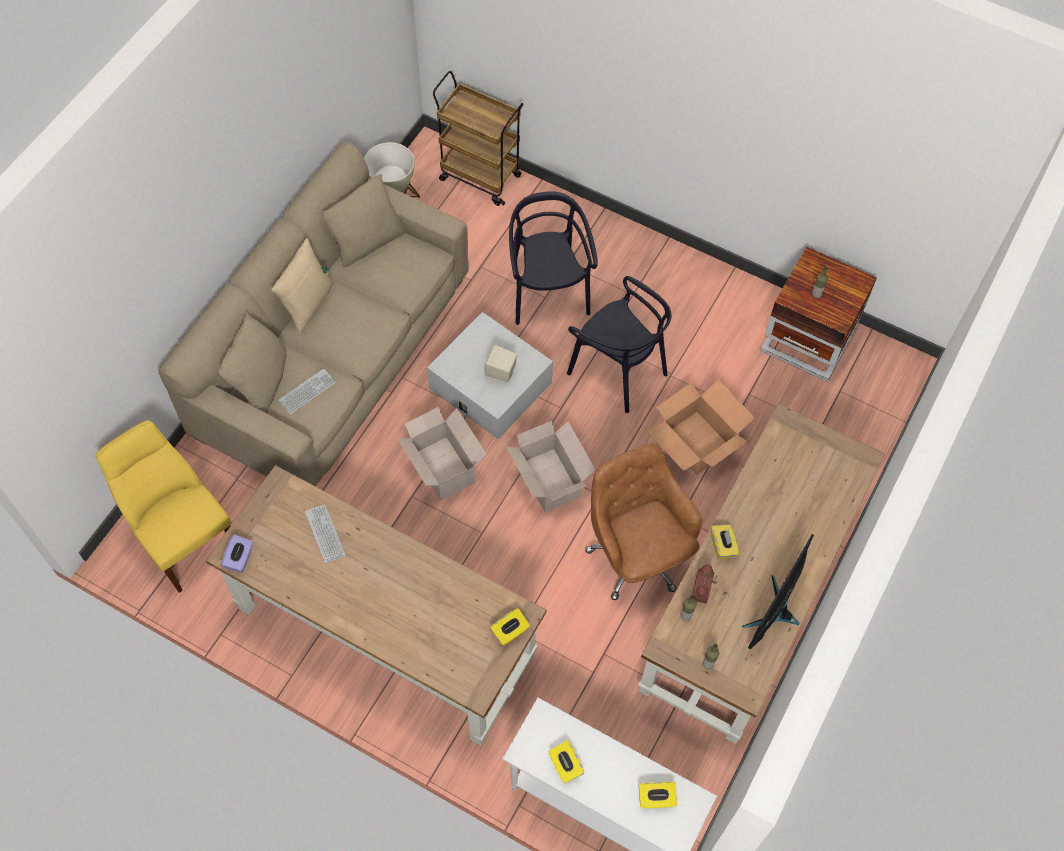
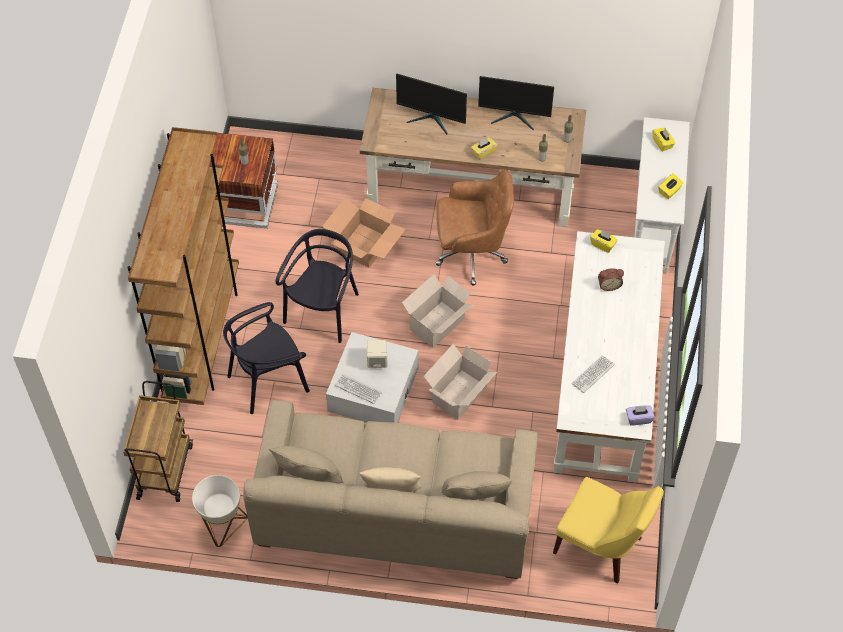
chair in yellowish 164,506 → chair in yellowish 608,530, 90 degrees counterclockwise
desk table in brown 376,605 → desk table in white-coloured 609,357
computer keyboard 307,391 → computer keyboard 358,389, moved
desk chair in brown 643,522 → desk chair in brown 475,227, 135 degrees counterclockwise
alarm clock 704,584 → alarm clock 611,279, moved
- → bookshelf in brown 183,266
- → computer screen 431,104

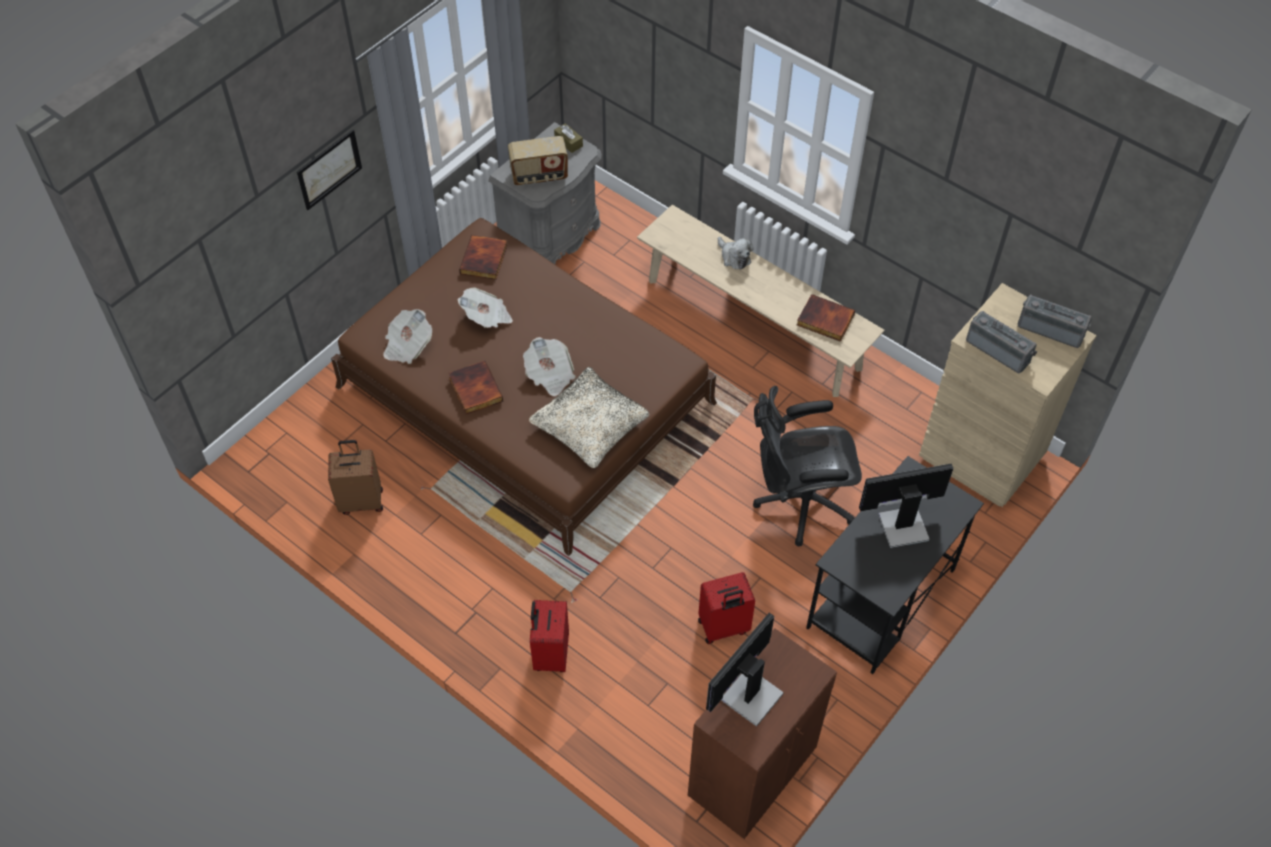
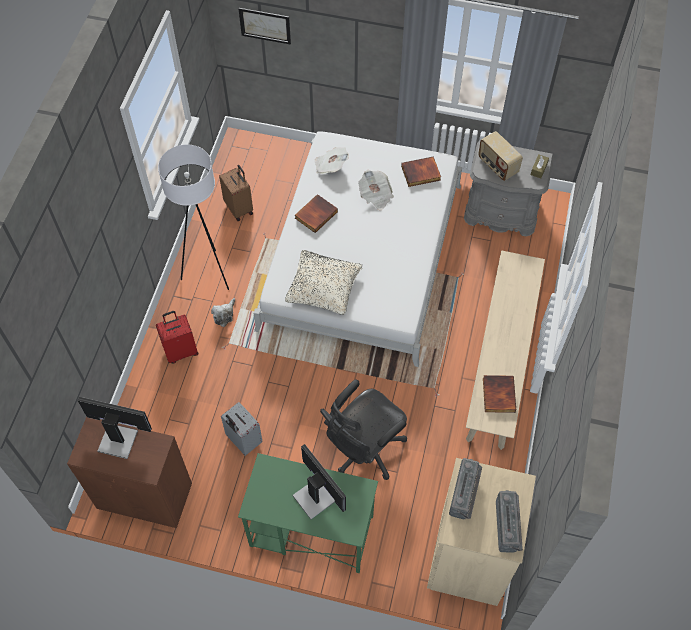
wall art 329,169 → wall art 264,26, moved
bedroom bed in brown 524,387 → bedroom bed in white-coloured 358,249
daily paper 549,366 → -
suitcase in red-coloured 726,608 → suitcase in grey 242,429
plush toy 735,253 → plush toy 223,312, moved
desk chair 807,466 → desk chair 363,430, 105 degrees counterclockwise
desk table in blackish 895,565 → desk table in greenish 308,513
- → standard lamp in white-coloured 193,217

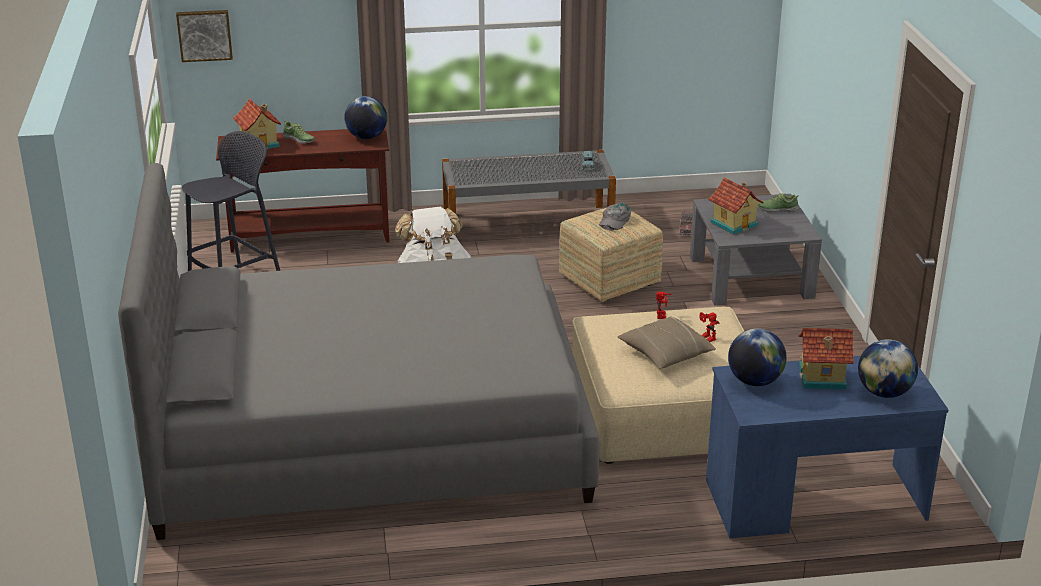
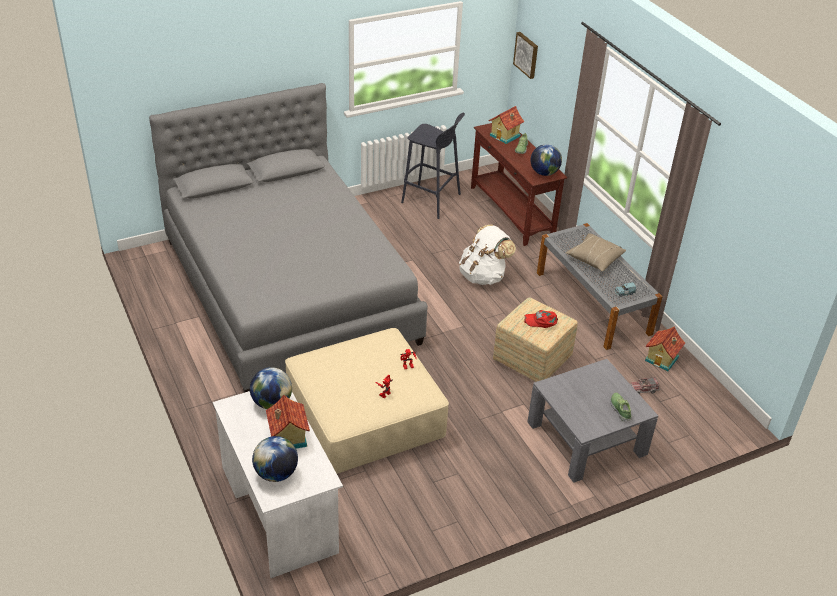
cap in grey 615,216 → cap in red-coloured 541,319
cushion in beige 666,342 → cushion in beige 596,252, moved
desk table in blue-coloured 827,447 → desk table in white-coloured 278,484
model house 736,206 → model house 665,348, moved

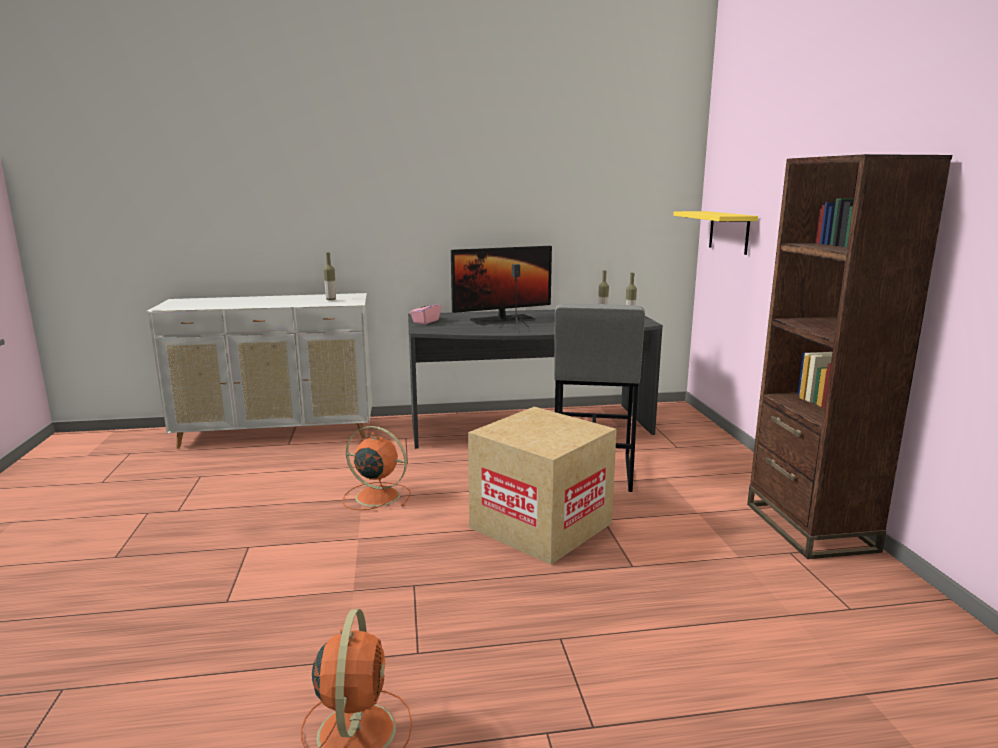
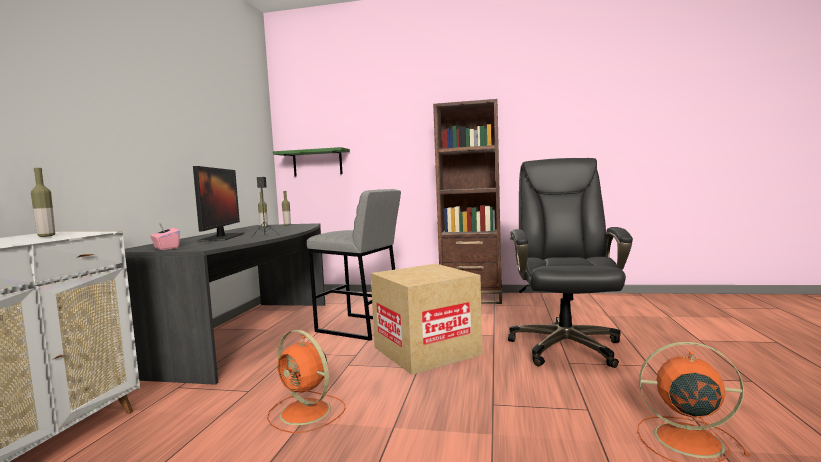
cooling fan in orange 376,468 → cooling fan in orange 306,381, 90 degrees counterclockwise
shelf in yellowish 715,233 → shelf in greenish 311,161
- → desk chair in blackish 570,263

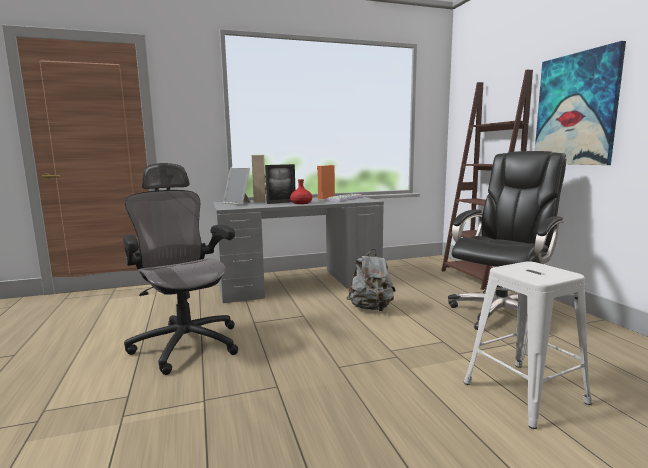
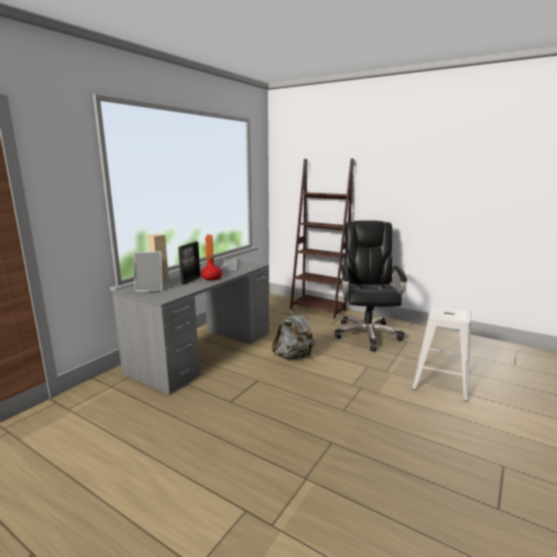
desk chair 180,269 → -
wall art 580,103 → -

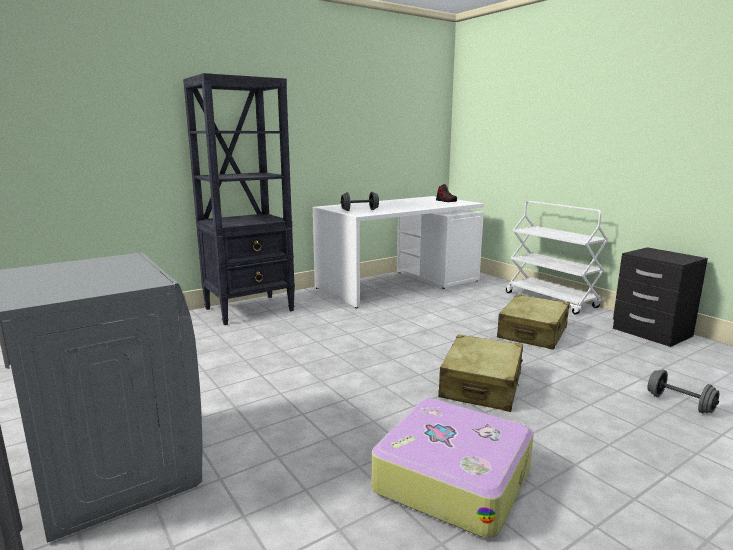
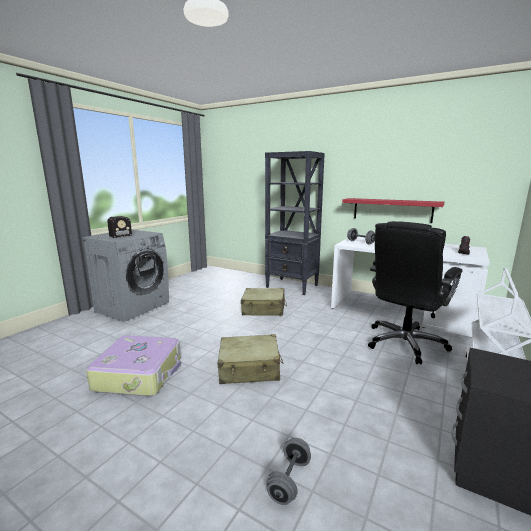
suitcase in beige 533,322 → suitcase in beige 264,302, moved
- → radio 115,227
- → shelf in red-coloured 393,210
- → desk chair in blackish 415,293

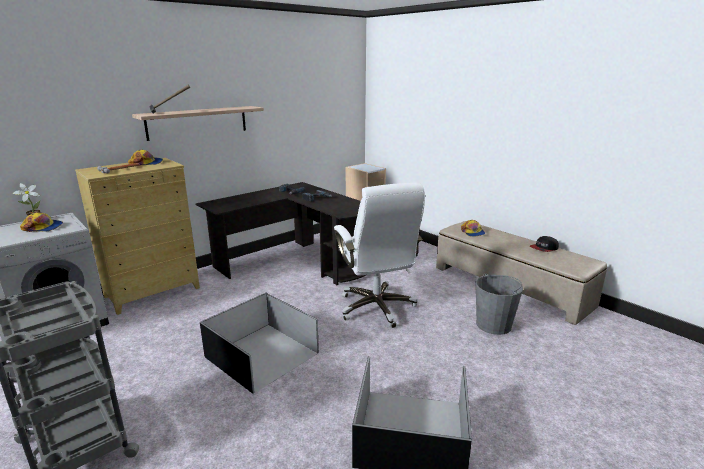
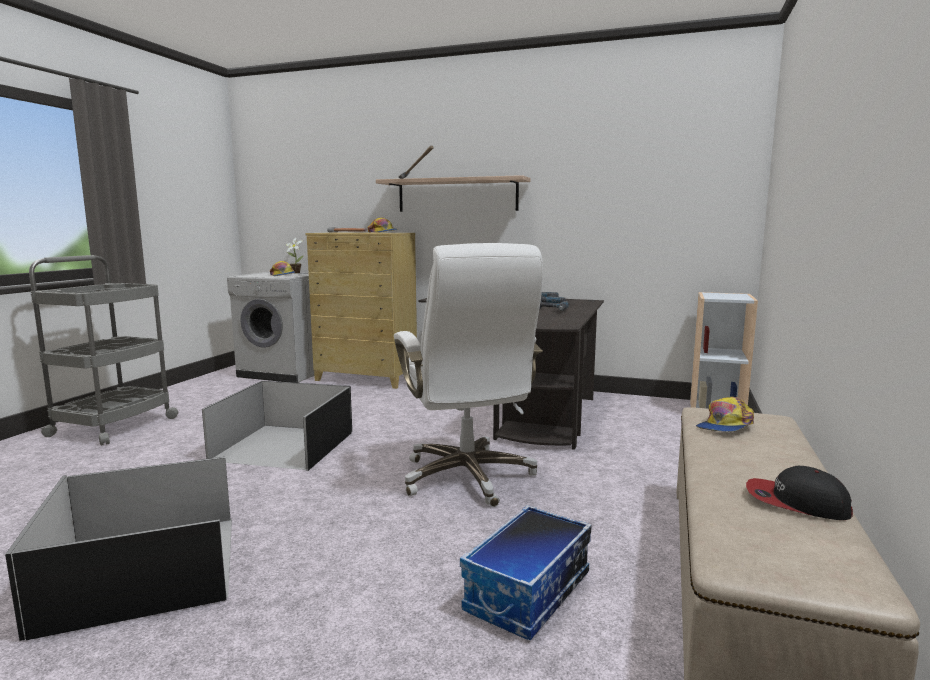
desk chair in white-coloured 379,255 → desk chair in white-coloured 468,375, 60 degrees counterclockwise
bucket in grey 499,304 → storage box 526,572

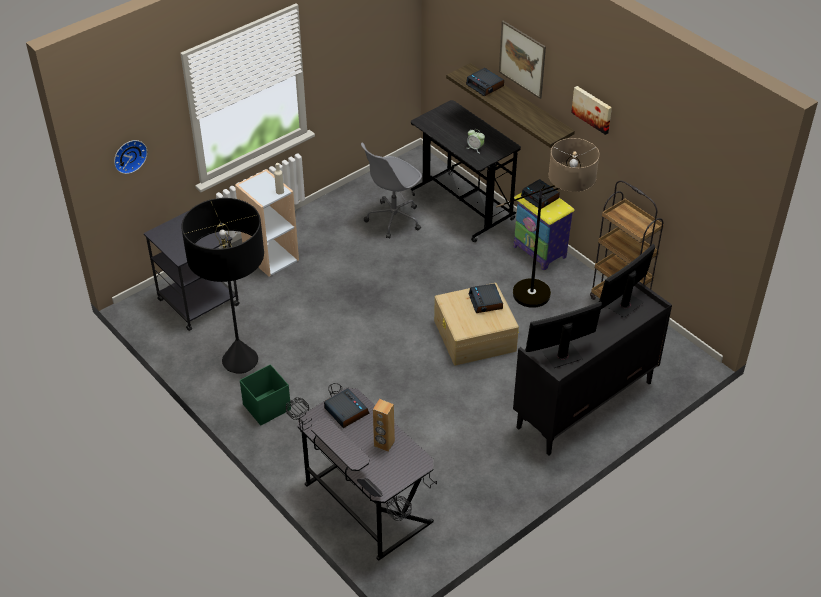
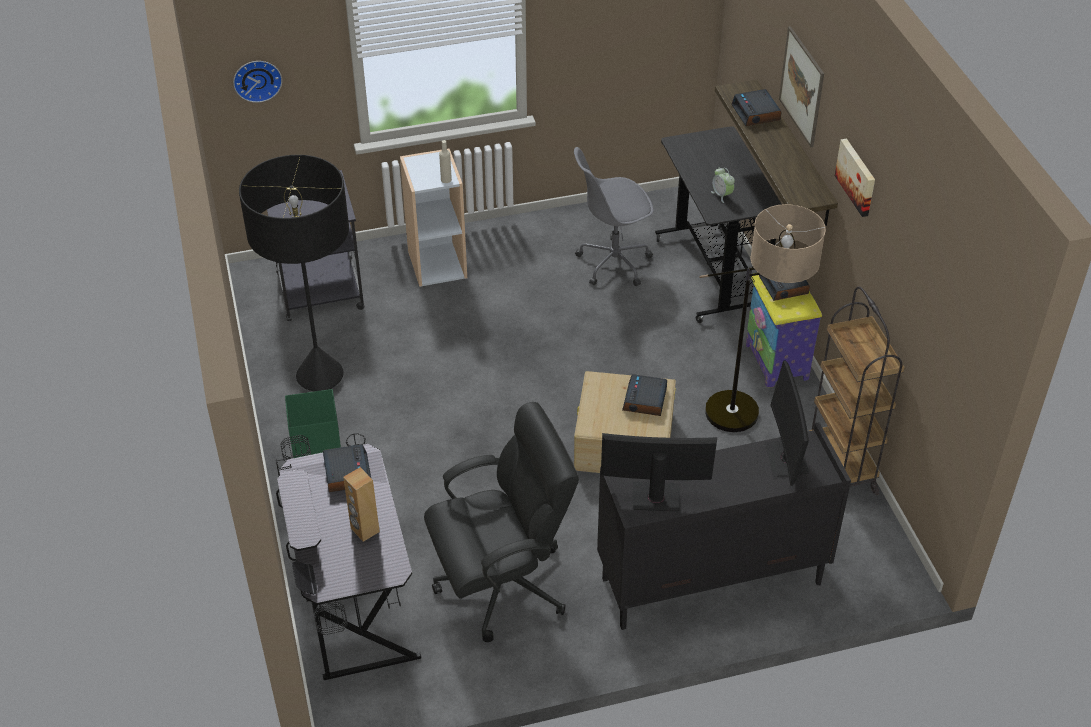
computer screen 627,281 → computer screen 787,423, 75 degrees counterclockwise
- → desk chair in blackish 501,522

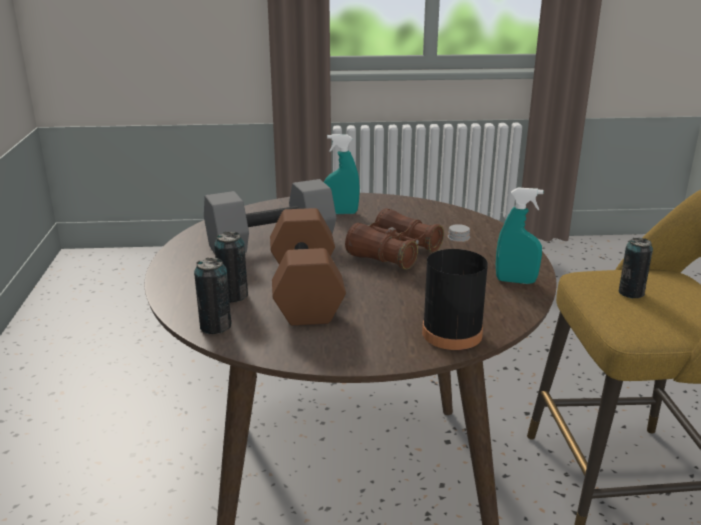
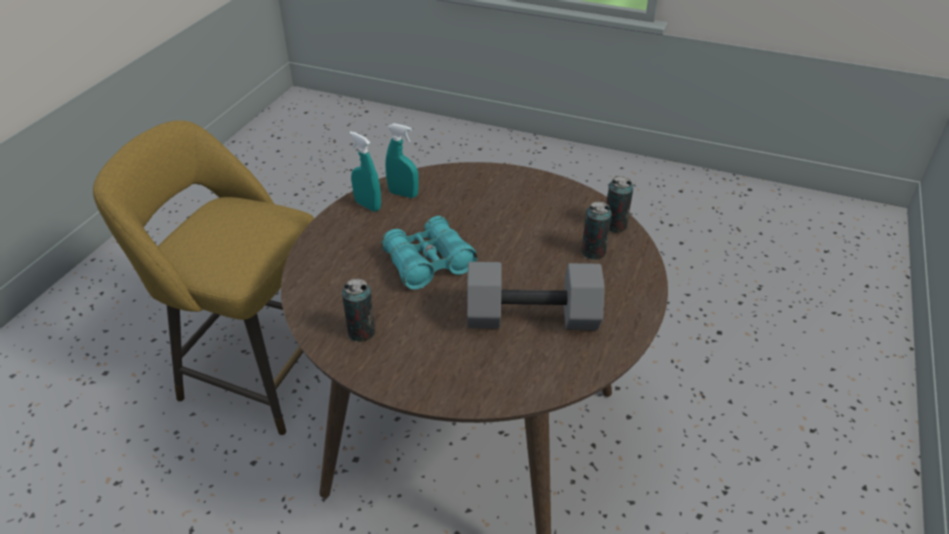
hand weight in brown 308,267 → -
spray bottle in blue-green 342,174 → spray bottle in blue-green 402,160, moved
field glasses in brown 394,239 → field glasses in blue-green 429,253
drink bottle in blackish 455,287 → -
sealed can 636,268 → sealed can 358,310, moved

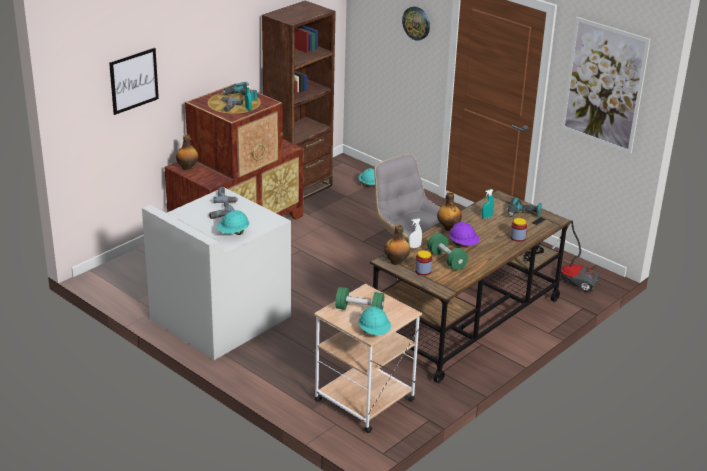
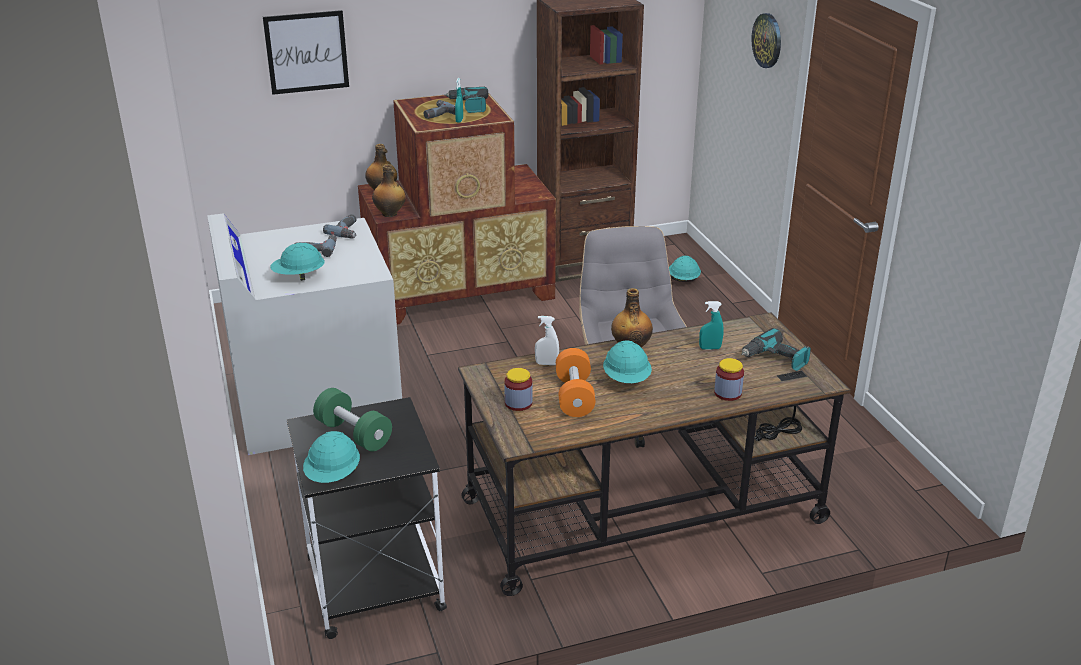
trolley in beige 368,358 → trolley in blackish 366,518
drink bottle 397,244 → drink bottle 389,190, moved
hand weight in greenish 447,251 → hand weight in orange 575,382
work helmet in purple 464,234 → work helmet in blue-green 627,362
vacuum cleaner 561,256 → -
wall art 606,85 → -

